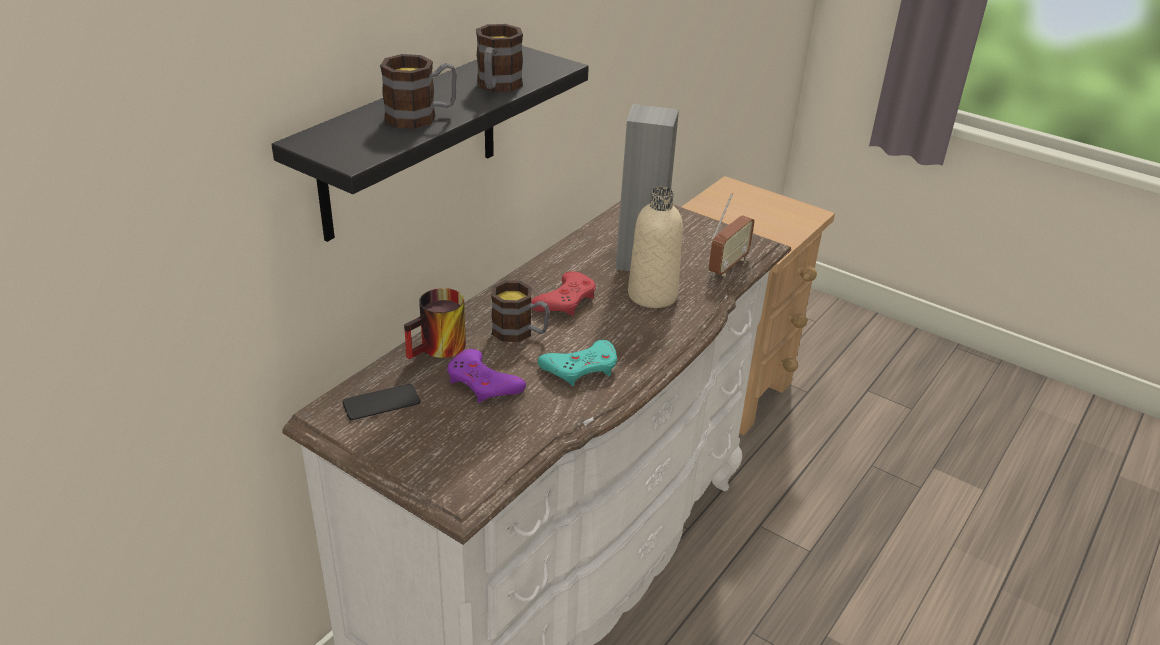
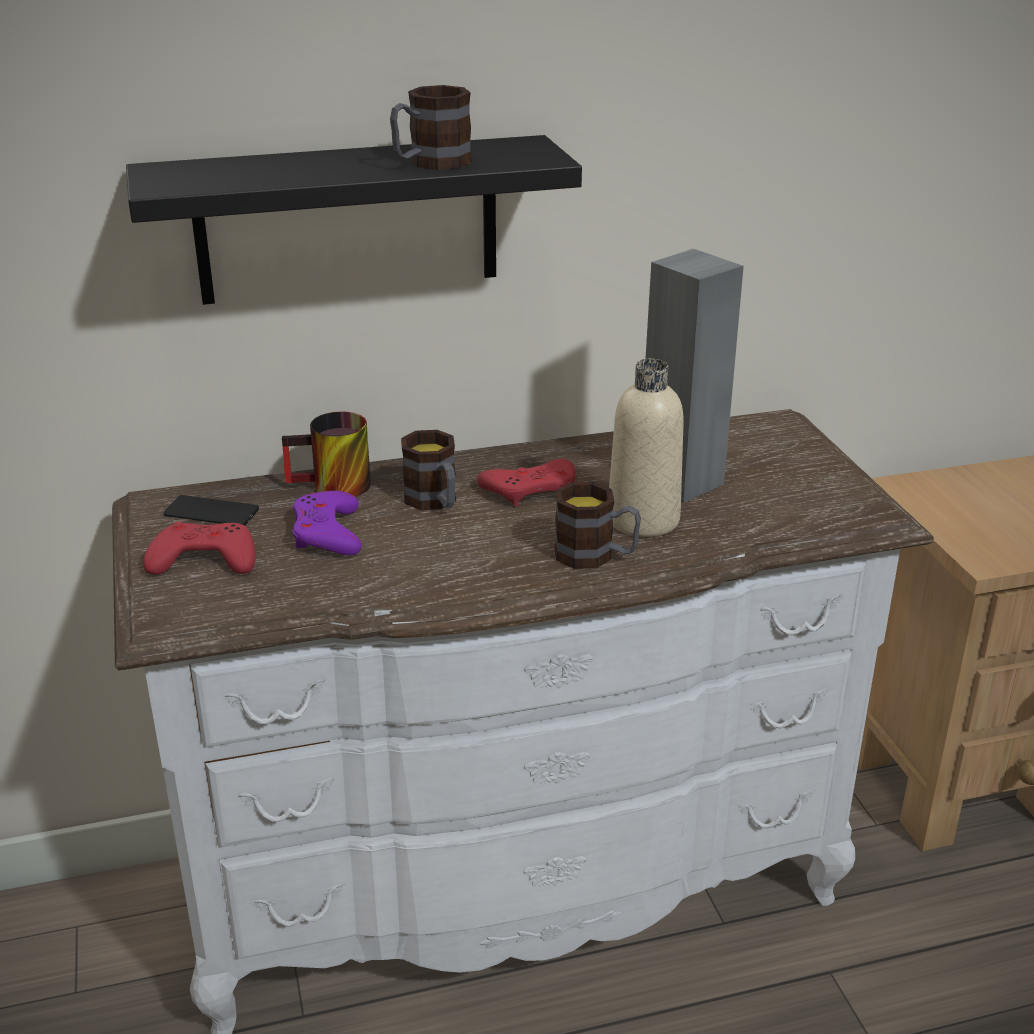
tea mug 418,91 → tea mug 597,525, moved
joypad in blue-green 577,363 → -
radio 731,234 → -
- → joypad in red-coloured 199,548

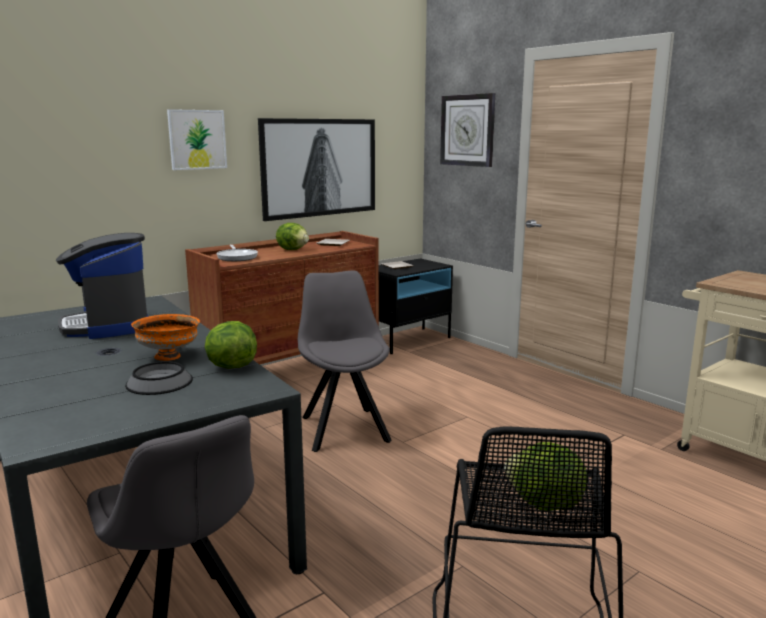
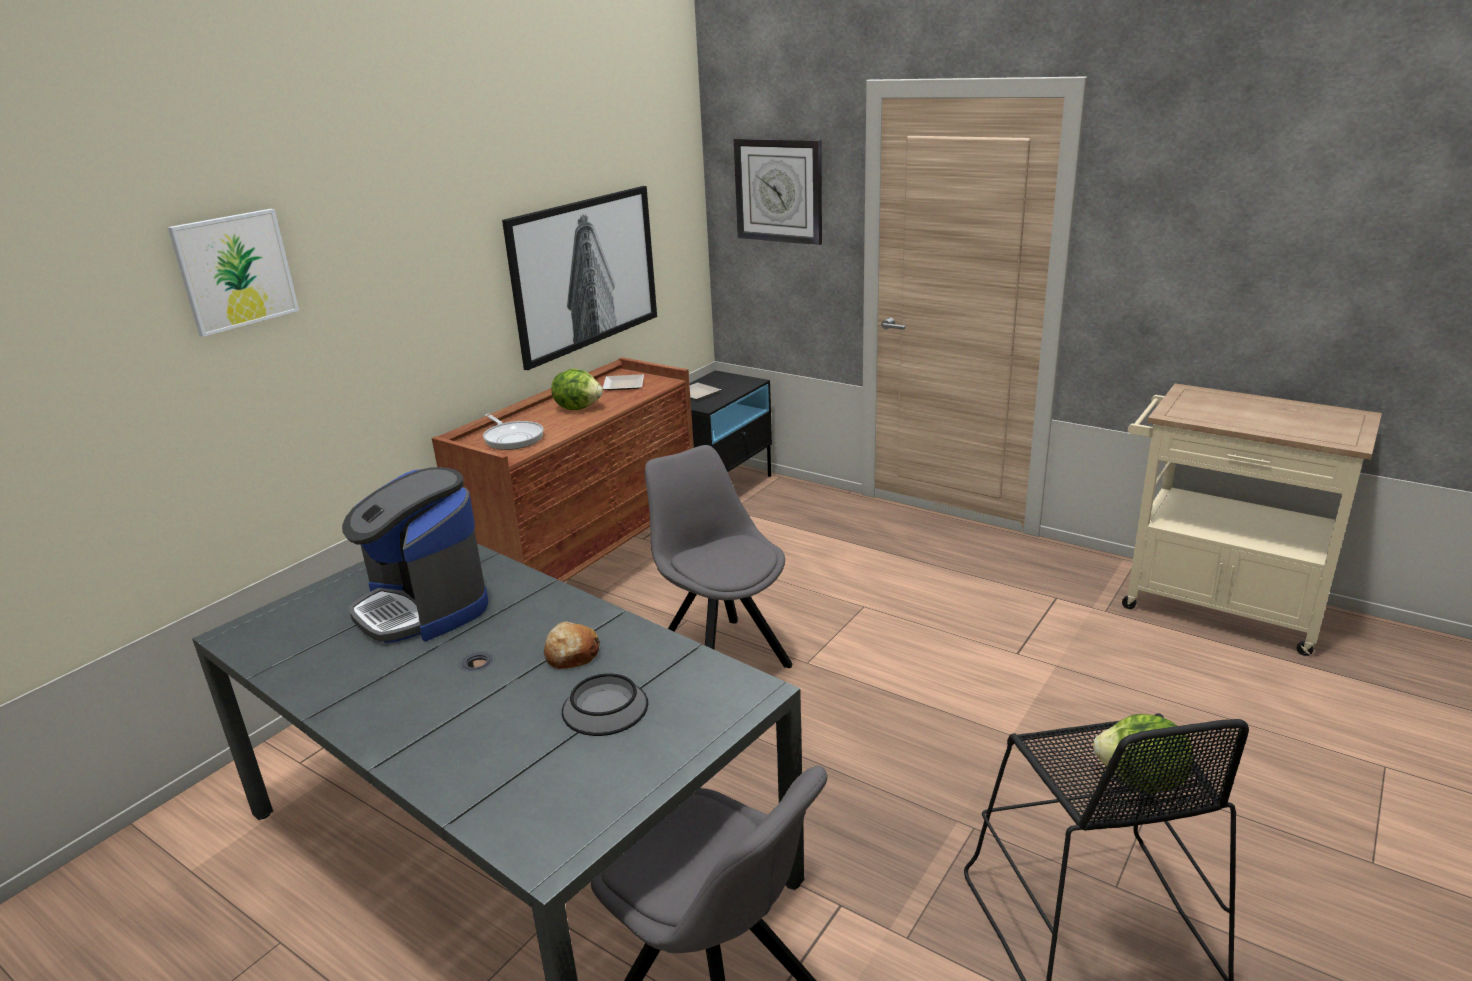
deep dish in orange 165,337 → baked bread 572,645
wall art 197,139 → wall art 233,273, moved
lettuce head 231,345 → -

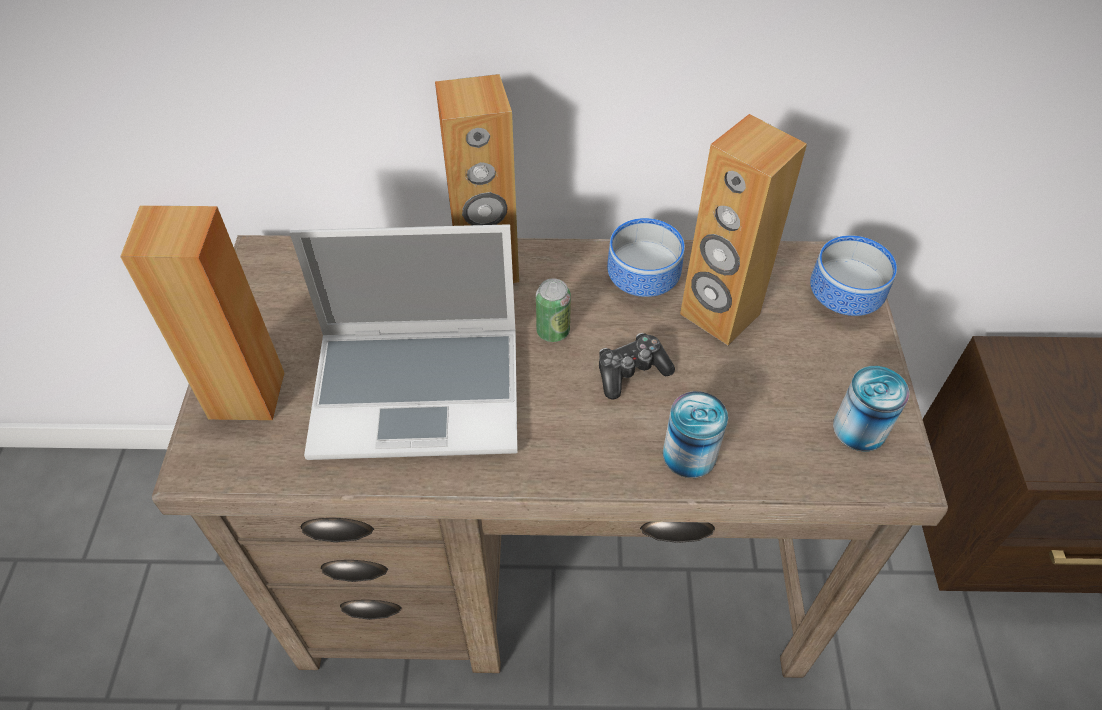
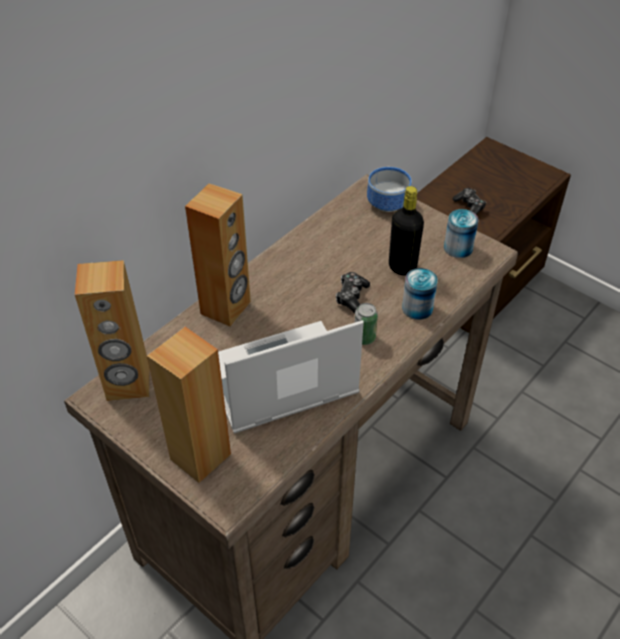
portable computer 403,342 → portable computer 291,376, 150 degrees counterclockwise
sealed can 553,310 → sealed can 366,324, moved
deep dish 646,257 → -
loudspeaker in brown 743,229 → loudspeaker in brown 112,330, moved
- → drink bottle in blackish 406,231
- → joypad 469,201

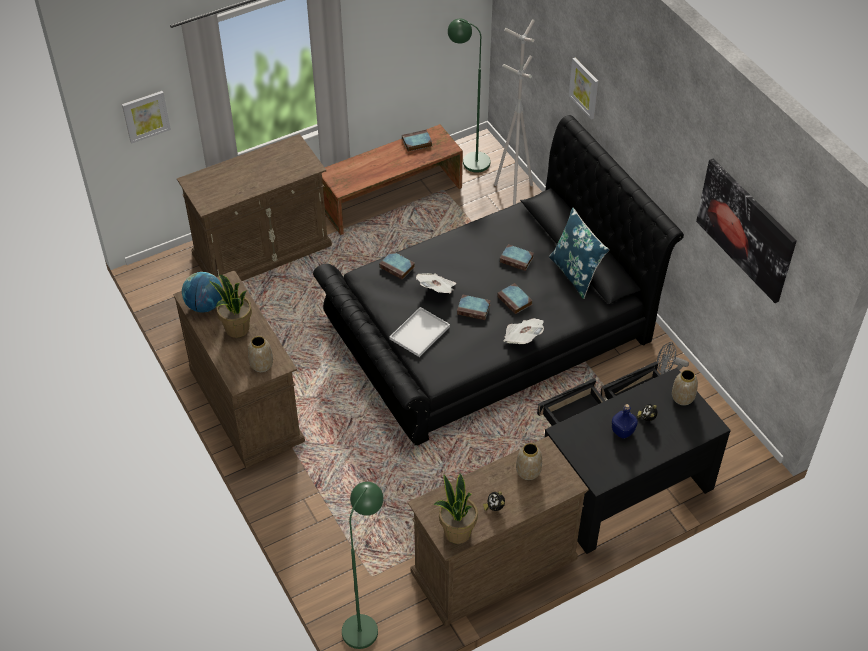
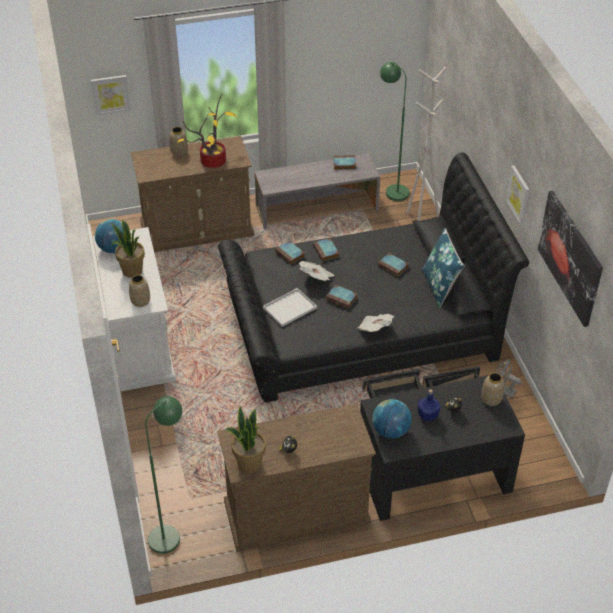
chest of drawers in brown 239,369 → chest of drawers in white-coloured 134,309
bench in brown 392,179 → bench in grey 317,191
bound book 515,298 → bound book 326,250, moved
flower vase 529,461 → flower vase 178,141, moved
wall art 583,88 → wall art 517,195, moved
- → plant in a pot 207,130
- → globe 392,419

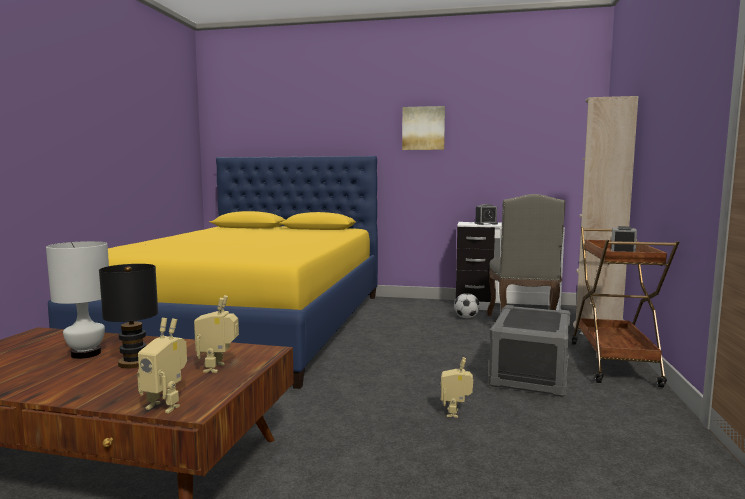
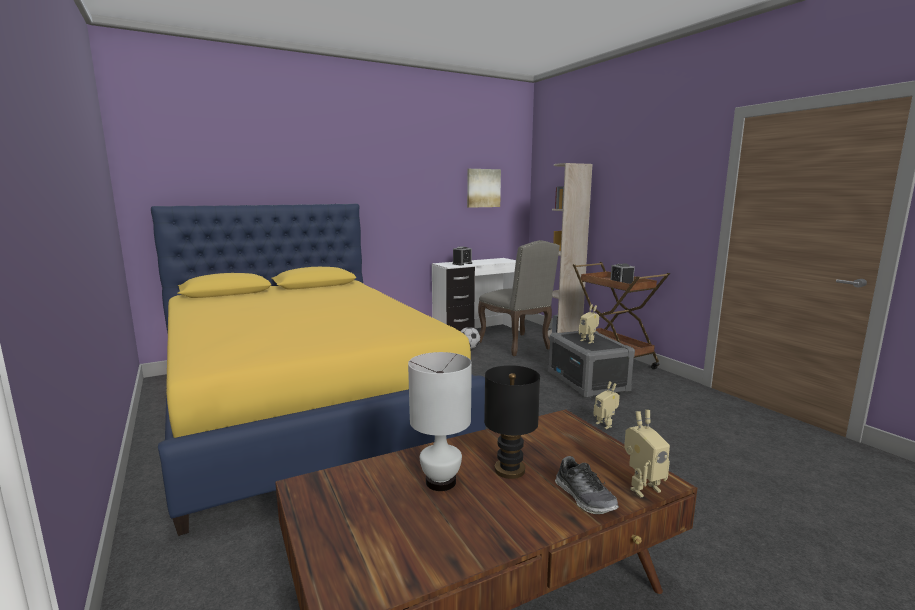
toy robot 216,334 → toy robot 589,324, moved
wall art 423,128 → wall art 484,188, moved
- → low shoe 587,485

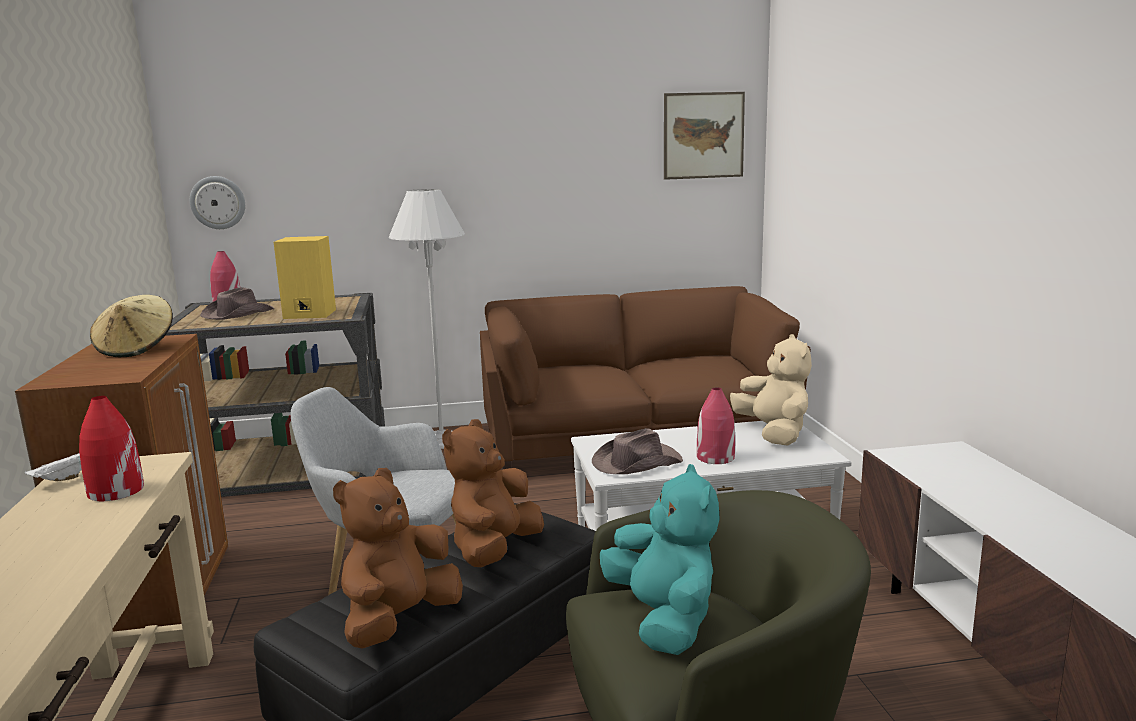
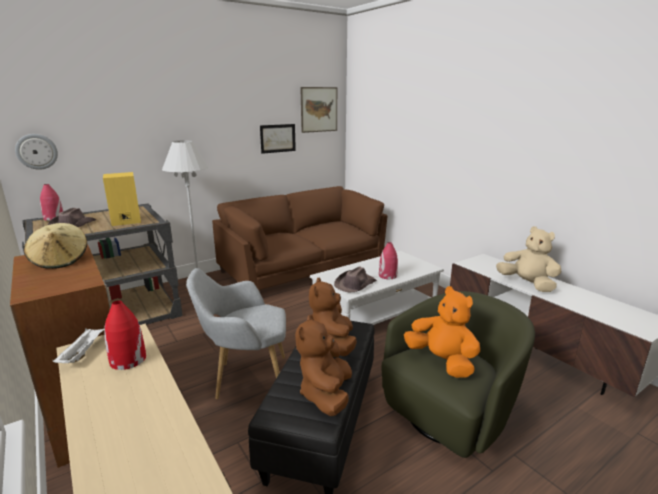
plush toy in blue-green 660,559 → plush toy in orange 442,332
plush toy in beige 771,390 → plush toy in beige 529,259, moved
- → wall art 278,139

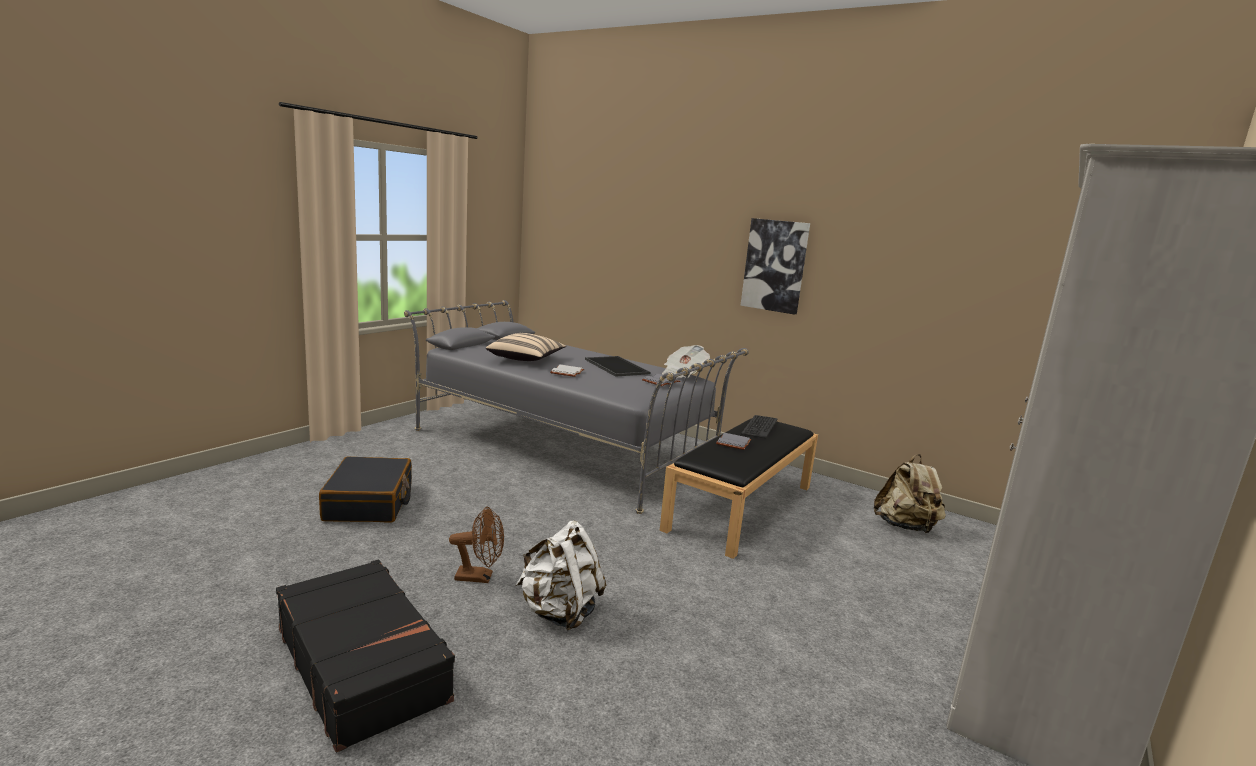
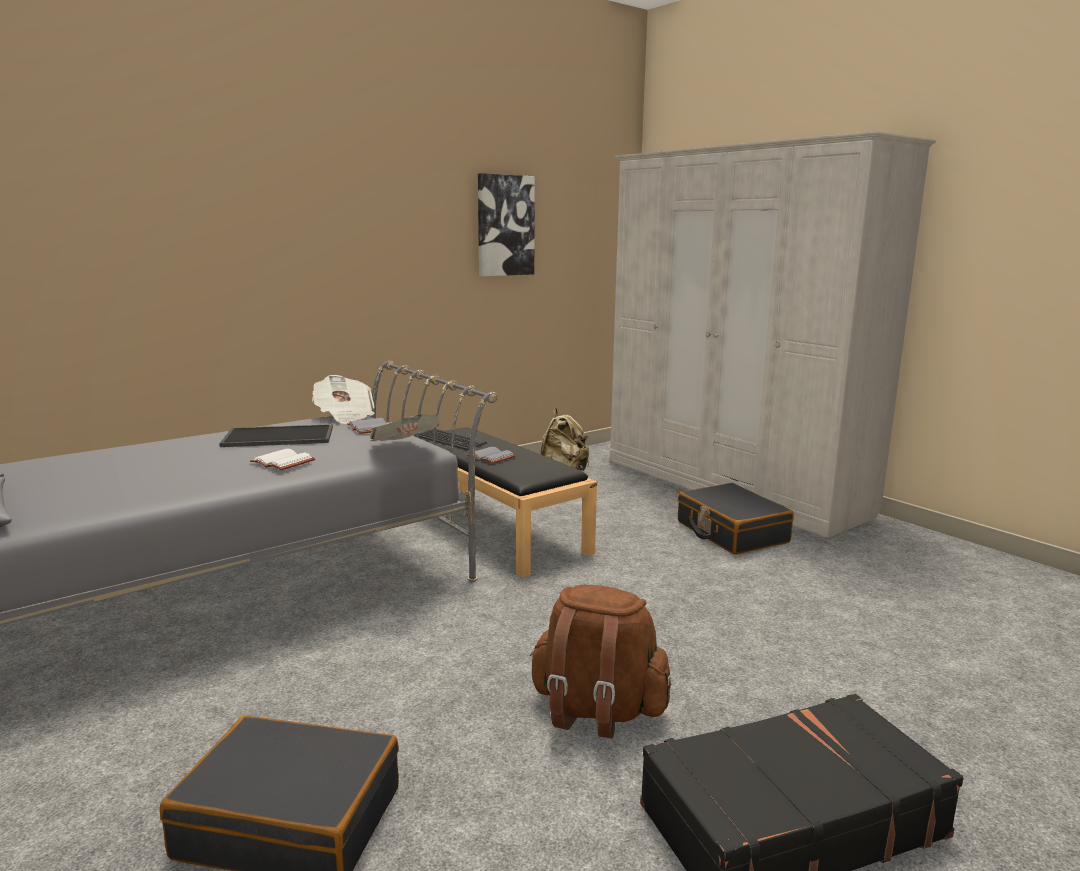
cooling fan in brown 476,545 → rucksack in brown 600,662
cushion in beige 526,347 → -
rucksack in white-coloured 561,575 → -
wall art 775,266 → wall art 506,224, moved
- → daily paper 405,427
- → suitcase in blackish 736,519

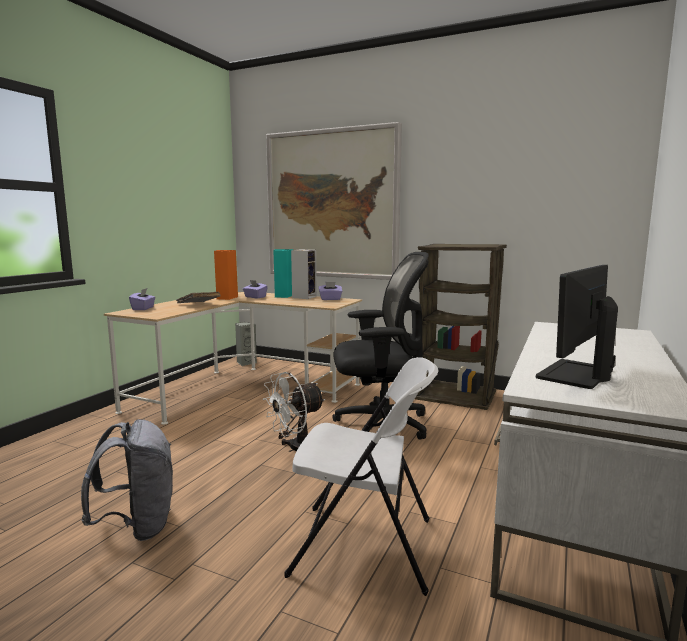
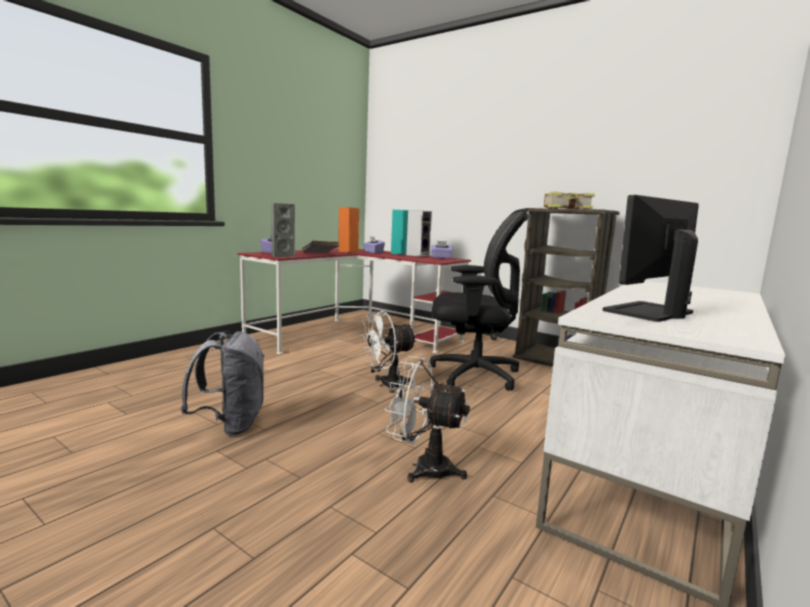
desk table in beige 233,358 → desk table in red-coloured 354,301
loudspeaker in grey 246,344 → loudspeaker in grey 283,230, moved
wall art 334,201 → -
chair in white-coloured 361,476 → cooling fan in white-coloured 427,419
- → bound book 569,200

